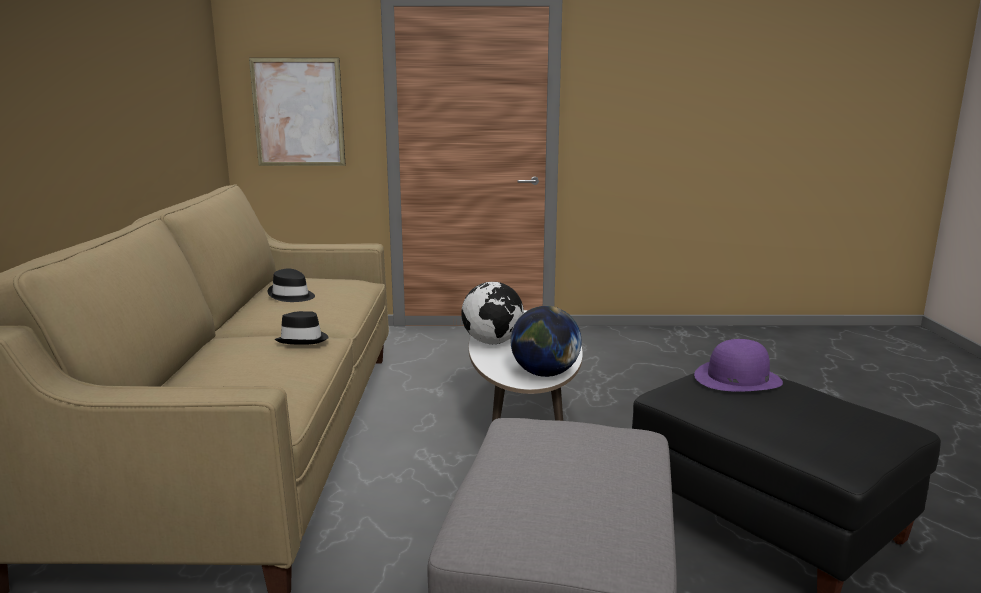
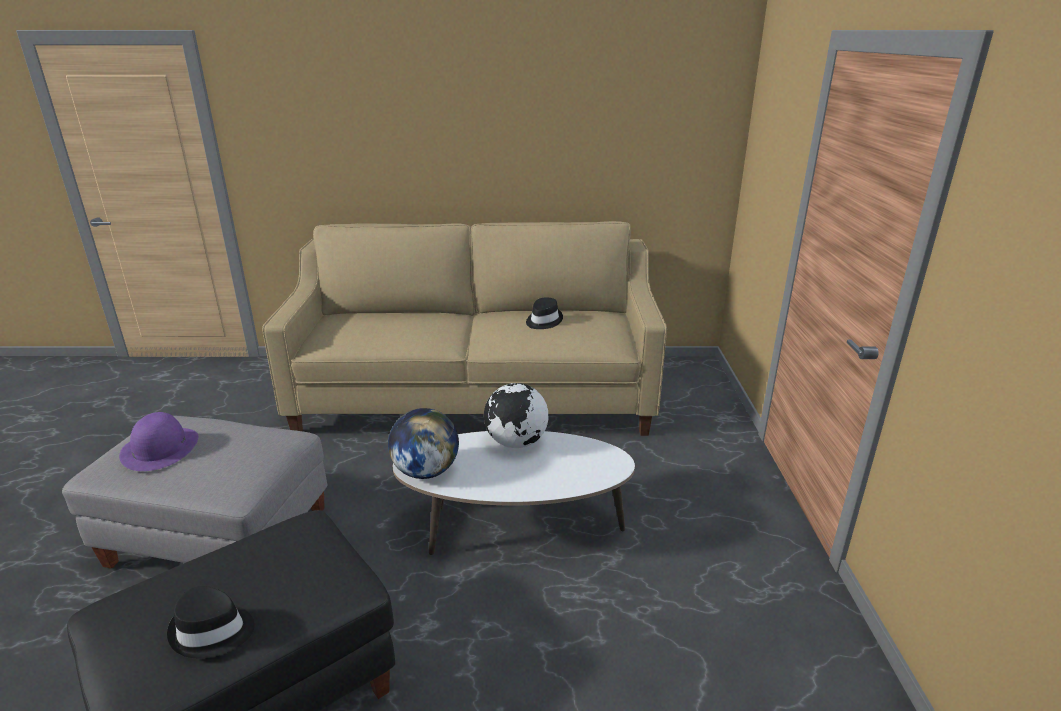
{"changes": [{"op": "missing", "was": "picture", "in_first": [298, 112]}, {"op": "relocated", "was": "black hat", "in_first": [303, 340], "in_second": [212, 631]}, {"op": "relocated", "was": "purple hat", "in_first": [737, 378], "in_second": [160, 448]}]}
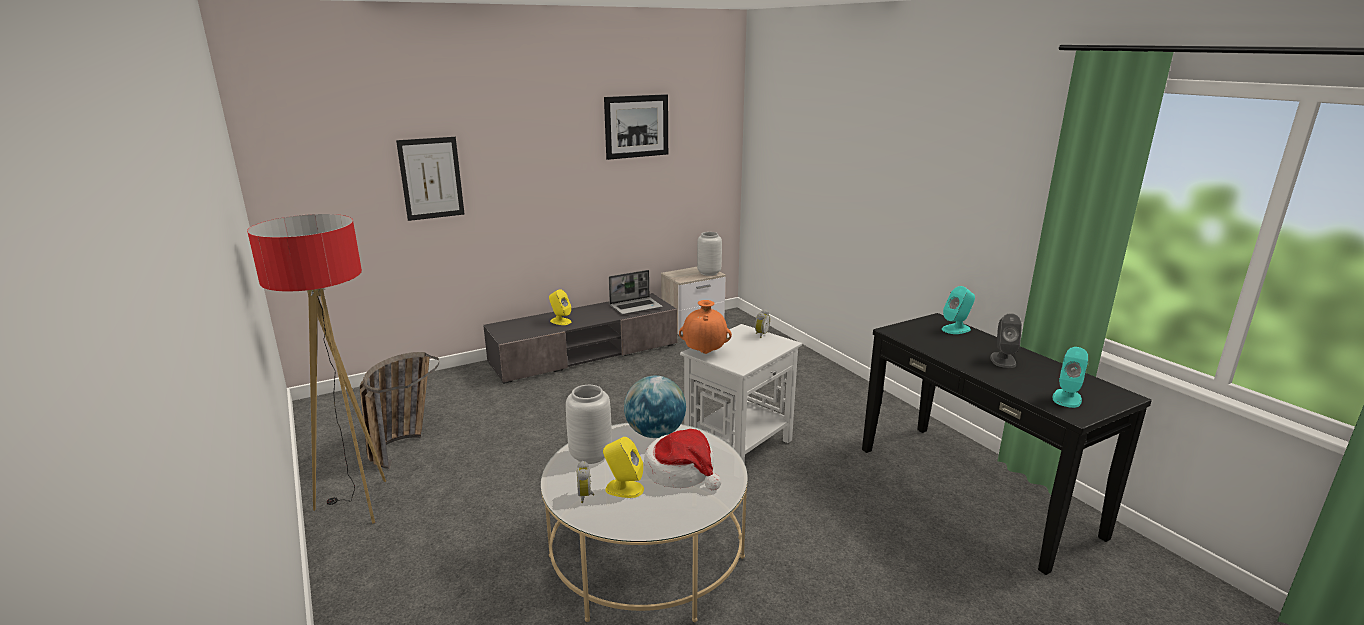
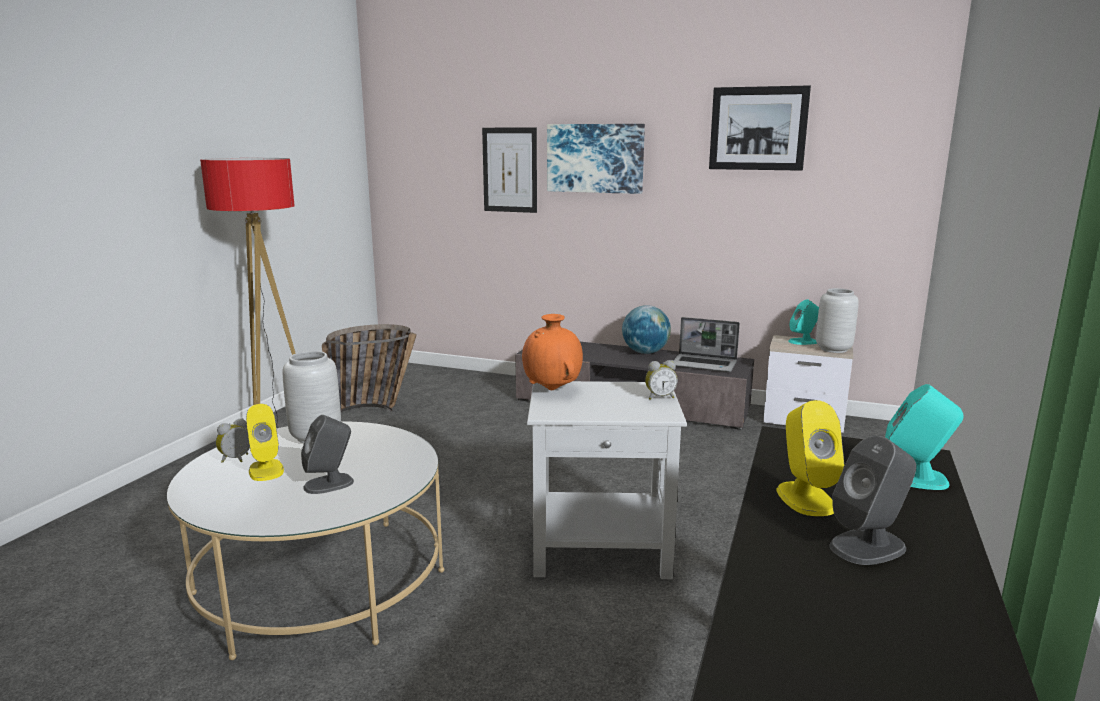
{"changes": [{"op": "relocated", "was": "yellow speaker", "in_first": [560, 321], "in_second": [805, 498]}, {"op": "relocated", "was": "turquoise speaker", "in_first": [1067, 398], "in_second": [803, 341]}, {"op": "relocated", "was": "globe", "in_first": [655, 433], "in_second": [645, 352]}, {"op": "exchanged", "was": "hat", "now": "grey speaker", "in_first": [681, 471], "in_second": [329, 484]}, {"op": "appeared", "now": "picture", "in_second": [595, 158]}]}
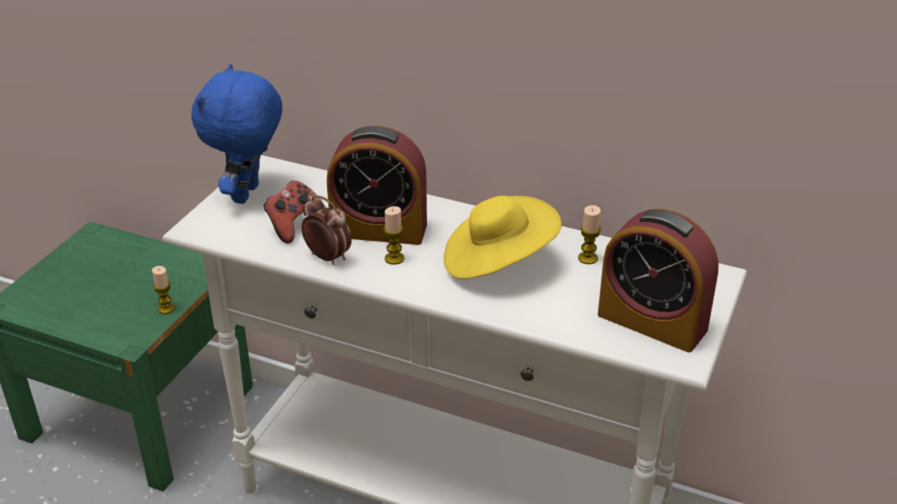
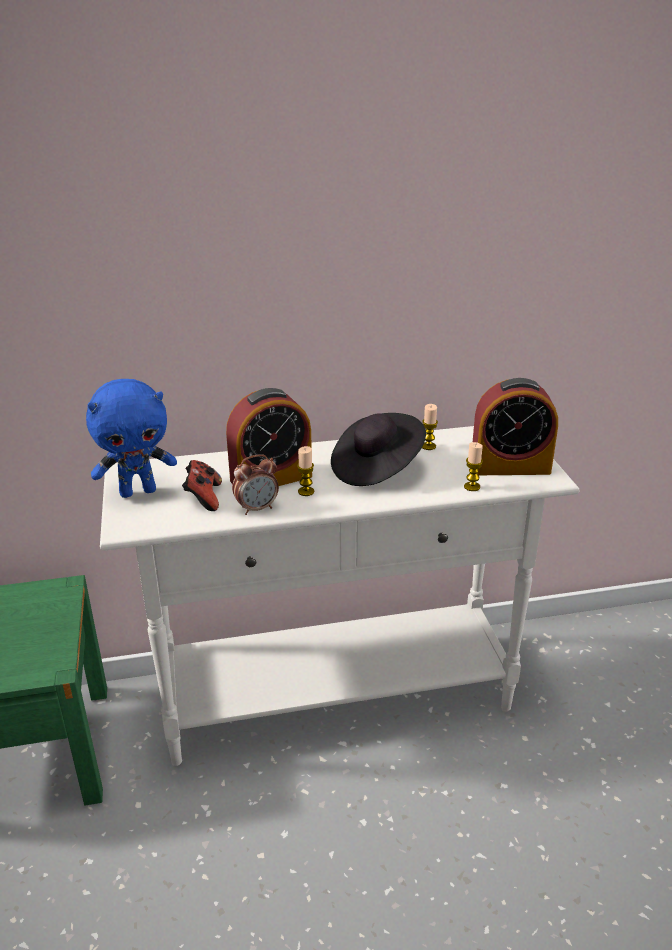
{"changes": [{"op": "spun", "was": "blue plush toy", "in_first": [248, 194], "in_second": [138, 491], "clockwise": -90}, {"op": "spun", "was": "alarm clock", "in_first": [327, 257], "in_second": [257, 508], "clockwise": 150}, {"op": "colour", "was": "yellow hat", "now": "black hat", "in_first": [497, 262], "in_second": [376, 468]}, {"op": "relocated", "was": "candle", "in_first": [166, 308], "in_second": [472, 487]}]}
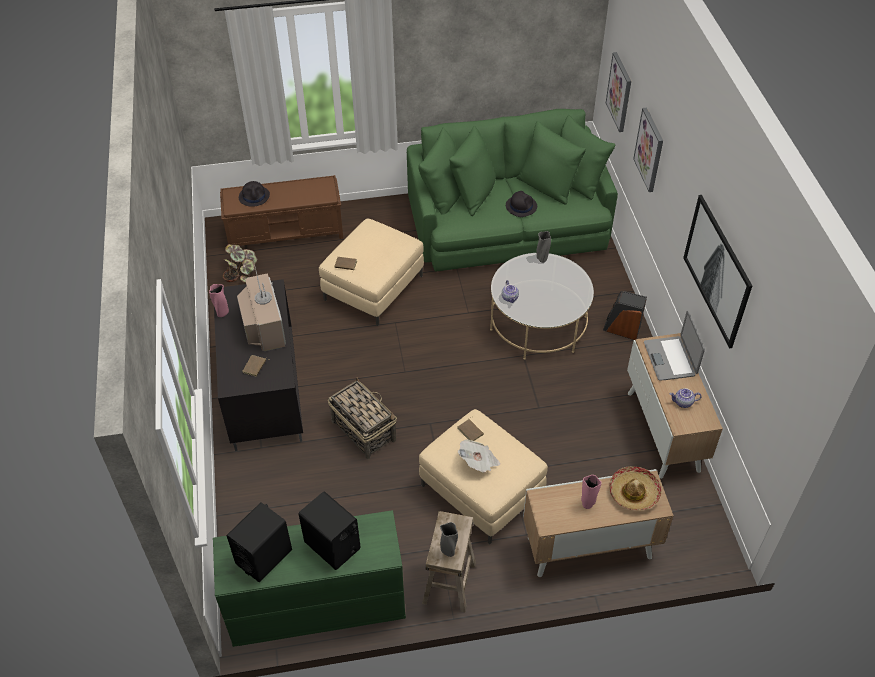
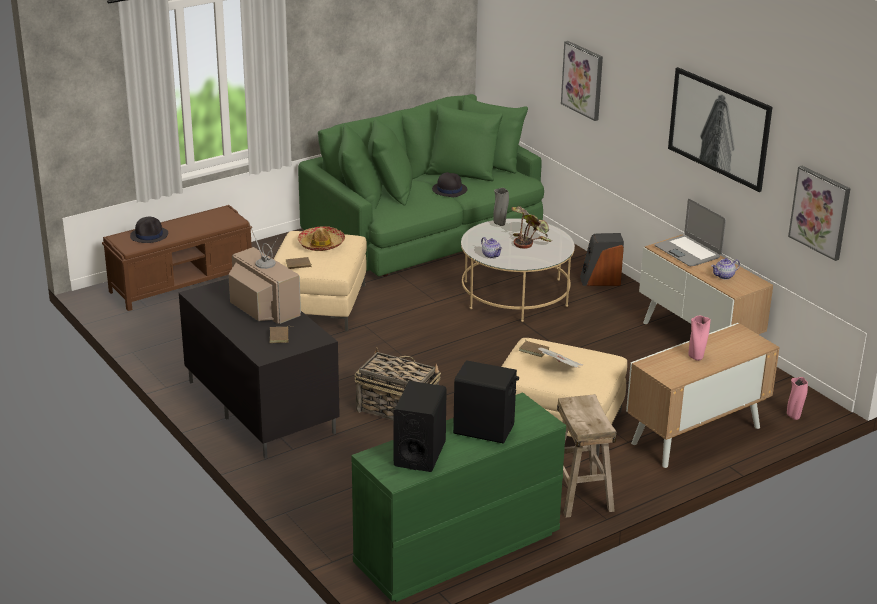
{"changes": [{"op": "relocated", "was": "picture", "in_first": [620, 92], "in_second": [820, 212]}, {"op": "relocated", "was": "potted plant", "in_first": [241, 272], "in_second": [530, 239]}, {"op": "relocated", "was": "pink vase", "in_first": [222, 313], "in_second": [794, 416]}, {"op": "relocated", "was": "hat", "in_first": [634, 492], "in_second": [321, 244]}, {"op": "missing", "was": "grey vase", "in_first": [448, 551]}]}
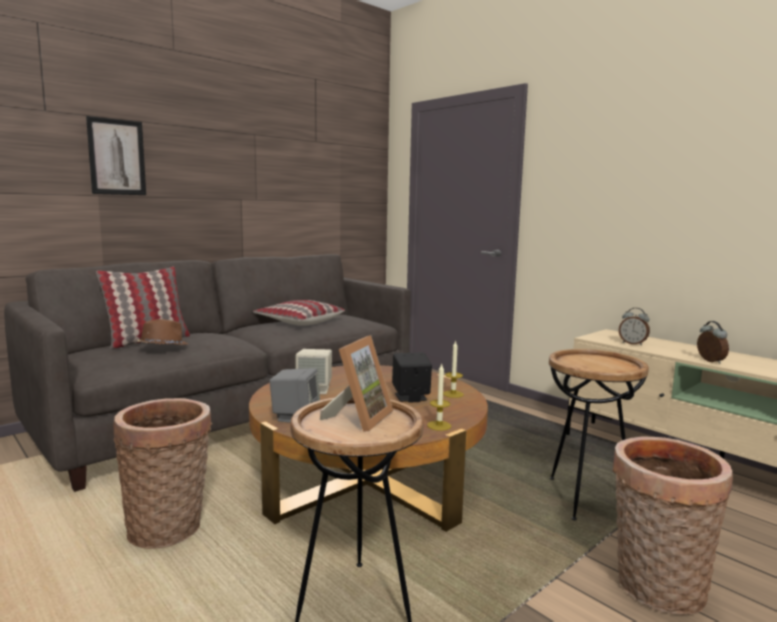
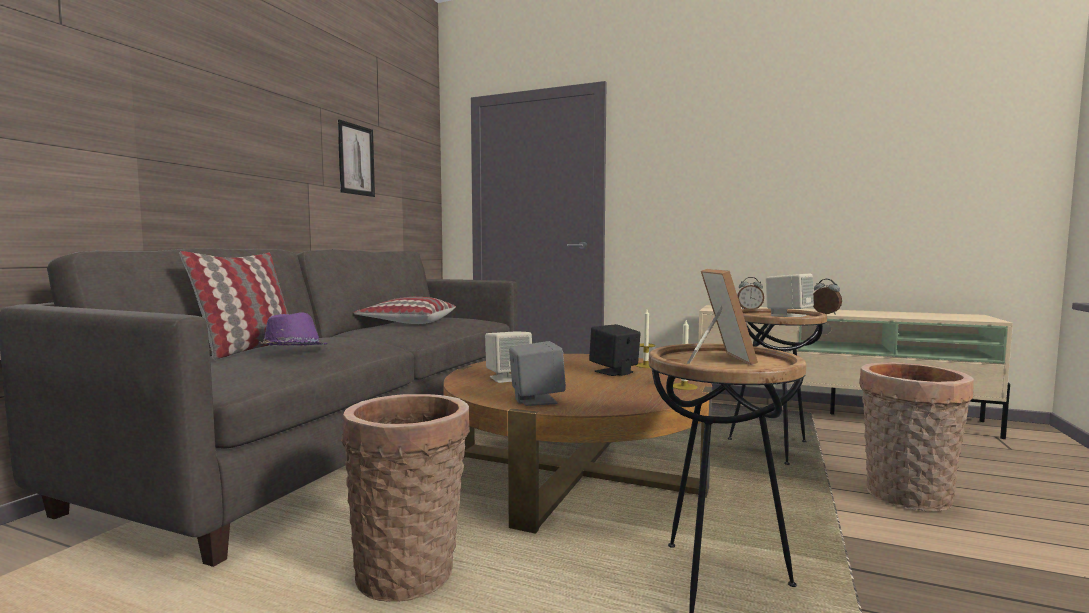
{"changes": [{"op": "relocated", "was": "picture", "in_first": [117, 157], "in_second": [356, 160]}, {"op": "colour", "was": "brown hat", "now": "purple hat", "in_first": [162, 347], "in_second": [292, 350]}, {"op": "appeared", "now": "beige speaker", "in_second": [788, 315]}]}
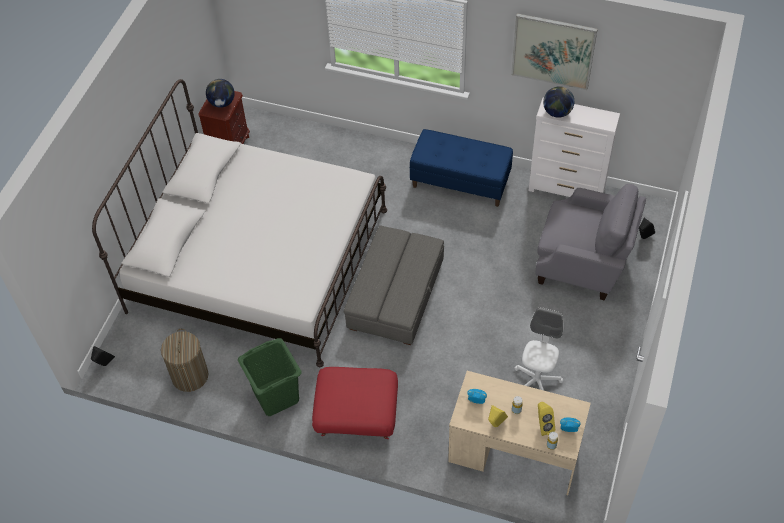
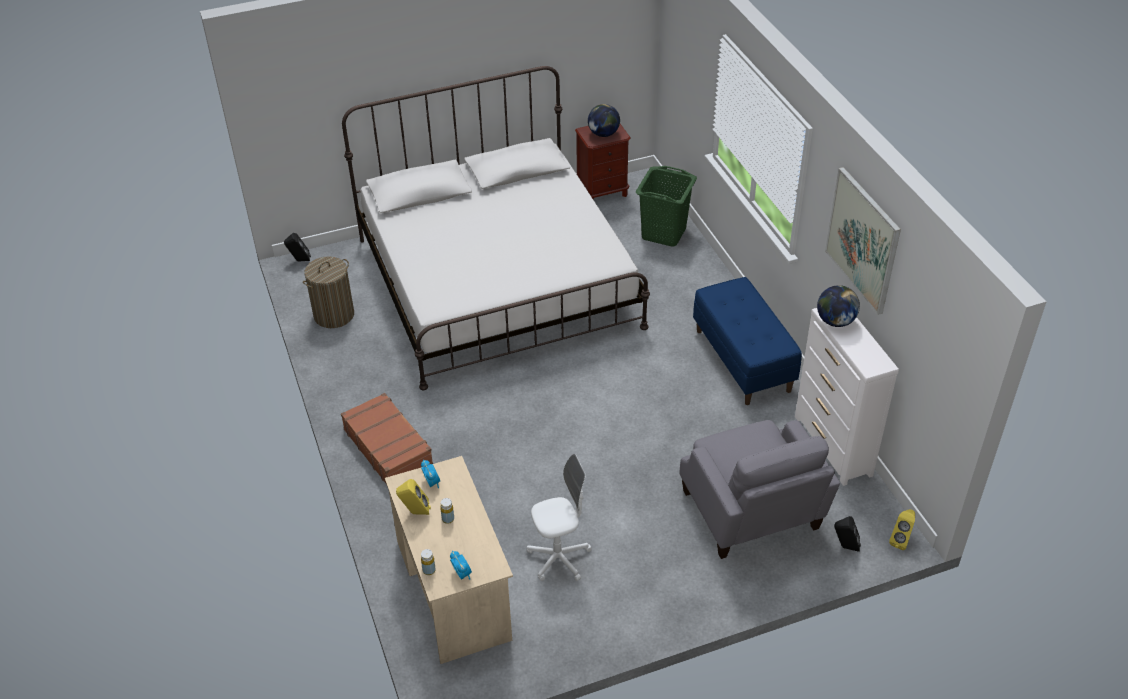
{"changes": [{"op": "missing", "was": "grey ottoman", "in_first": [395, 294]}, {"op": "relocated", "was": "green laundry basket", "in_first": [276, 395], "in_second": [664, 233]}, {"op": "exchanged", "was": "red ottoman", "now": "brown suitcase", "in_first": [356, 417], "in_second": [388, 447]}, {"op": "relocated", "was": "yellow speaker", "in_first": [543, 426], "in_second": [901, 540]}]}
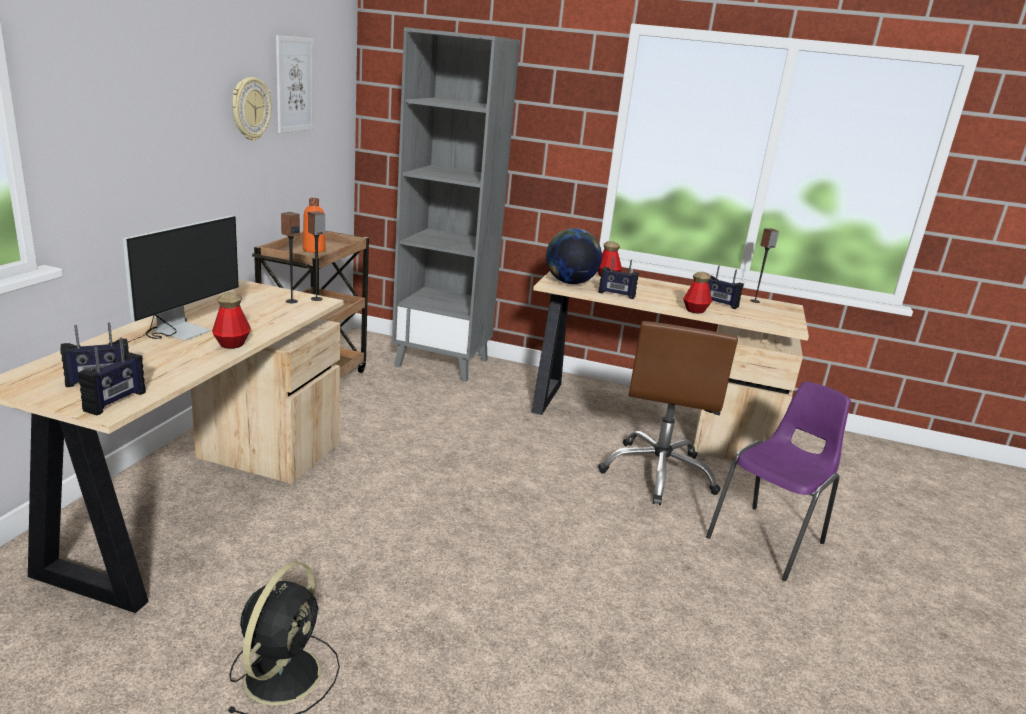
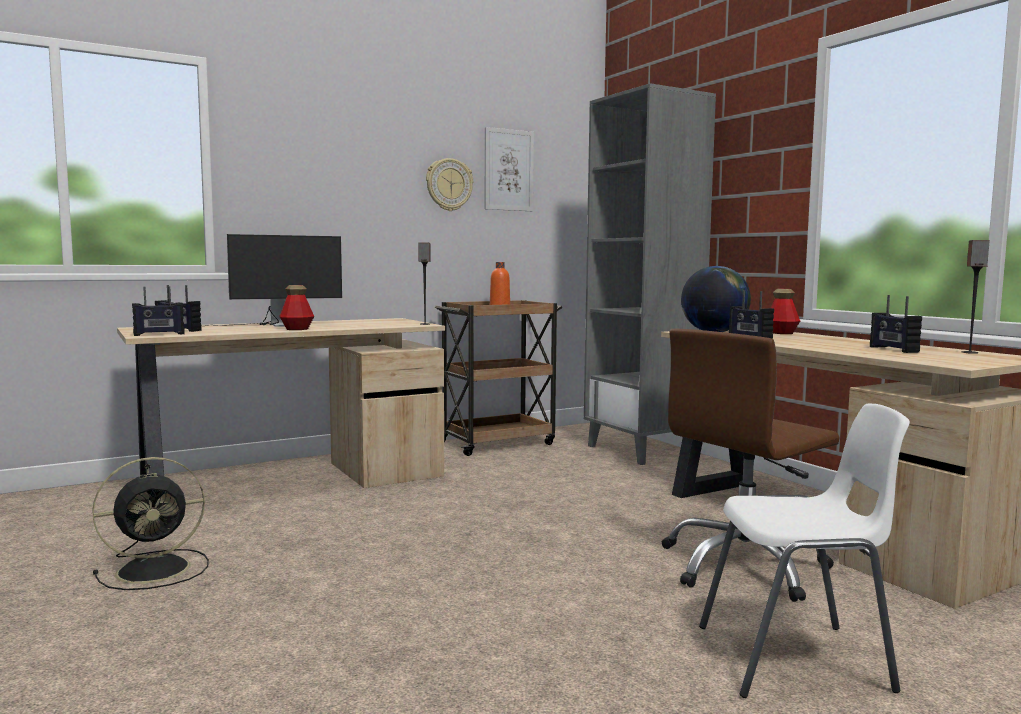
{"changes": [{"op": "missing", "was": "speaker", "in_first": [291, 301]}, {"op": "missing", "was": "bottle", "in_first": [695, 310]}, {"op": "colour", "was": "purple chair", "now": "white chair", "in_first": [768, 540], "in_second": [798, 659]}]}
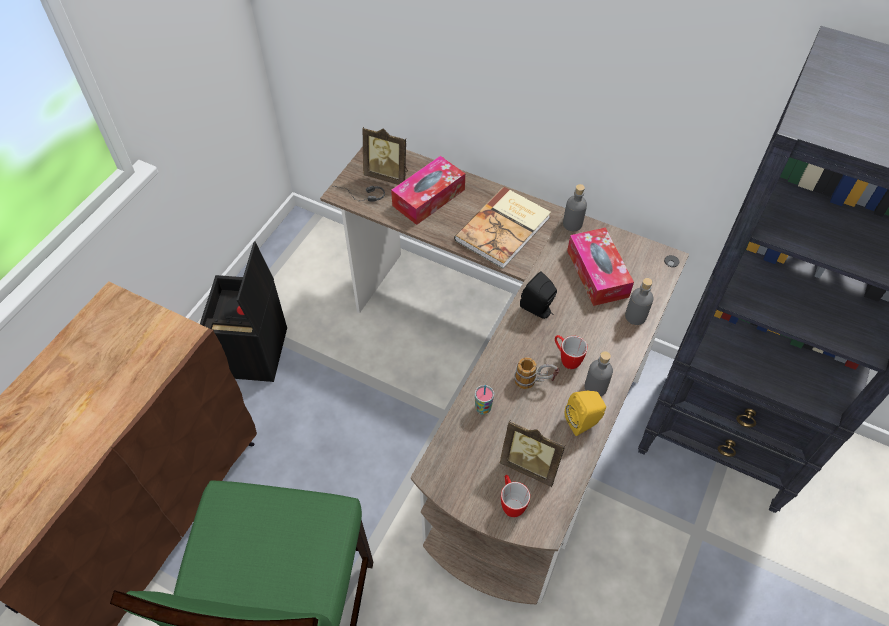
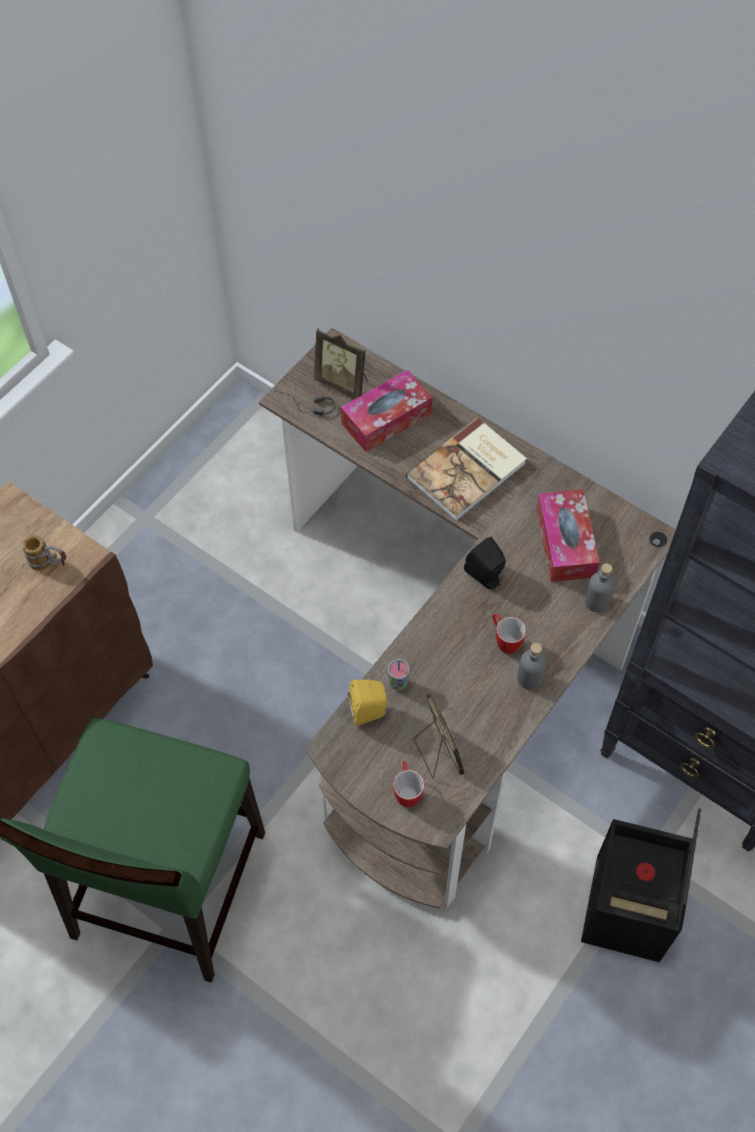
{"changes": [{"op": "missing", "was": "grey bottle", "in_first": [572, 224]}, {"op": "relocated", "was": "black storage box", "in_first": [254, 353], "in_second": [629, 911]}, {"op": "relocated", "was": "mug", "in_first": [534, 381], "in_second": [50, 564]}, {"op": "relocated", "was": "yellow speaker", "in_first": [584, 422], "in_second": [370, 712]}, {"op": "spun", "was": "picture frame", "in_first": [530, 464], "in_second": [437, 754], "clockwise": -150}]}
